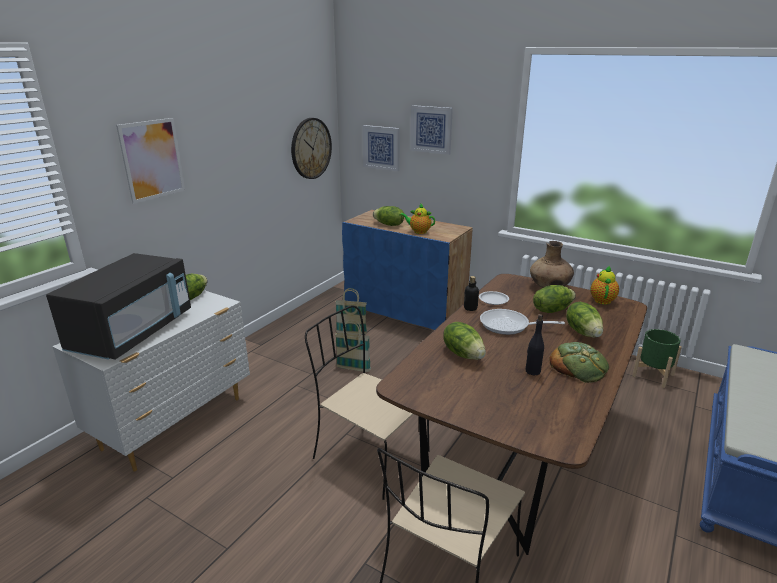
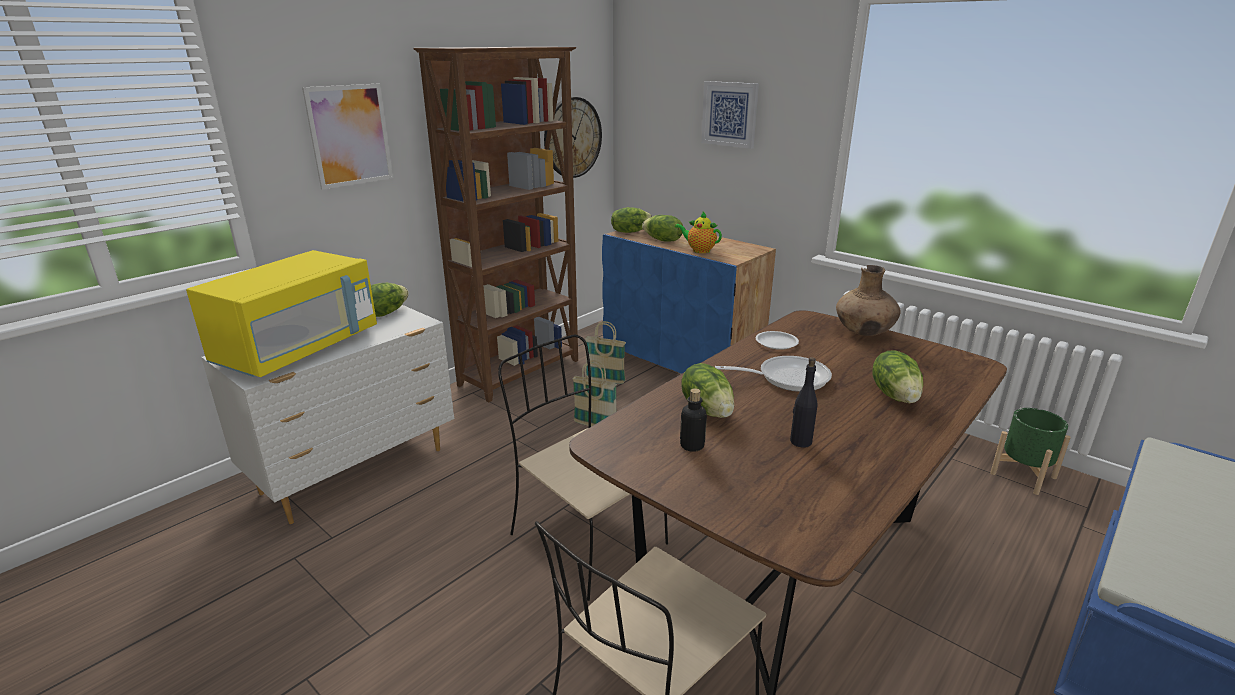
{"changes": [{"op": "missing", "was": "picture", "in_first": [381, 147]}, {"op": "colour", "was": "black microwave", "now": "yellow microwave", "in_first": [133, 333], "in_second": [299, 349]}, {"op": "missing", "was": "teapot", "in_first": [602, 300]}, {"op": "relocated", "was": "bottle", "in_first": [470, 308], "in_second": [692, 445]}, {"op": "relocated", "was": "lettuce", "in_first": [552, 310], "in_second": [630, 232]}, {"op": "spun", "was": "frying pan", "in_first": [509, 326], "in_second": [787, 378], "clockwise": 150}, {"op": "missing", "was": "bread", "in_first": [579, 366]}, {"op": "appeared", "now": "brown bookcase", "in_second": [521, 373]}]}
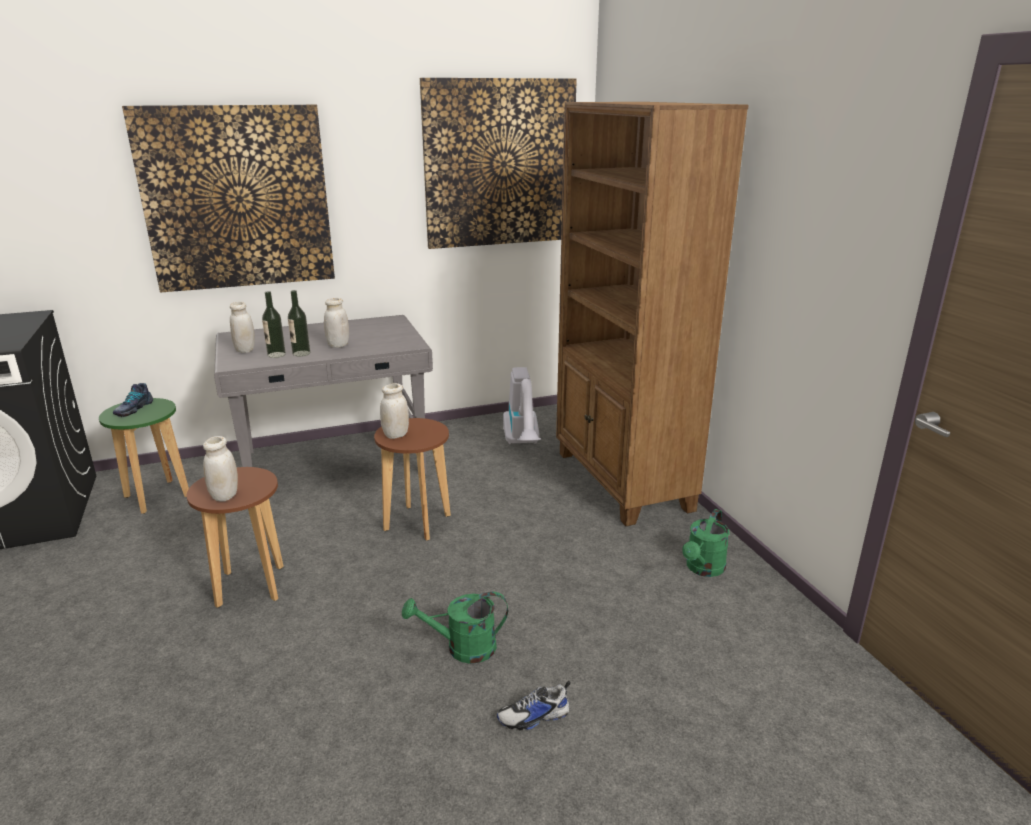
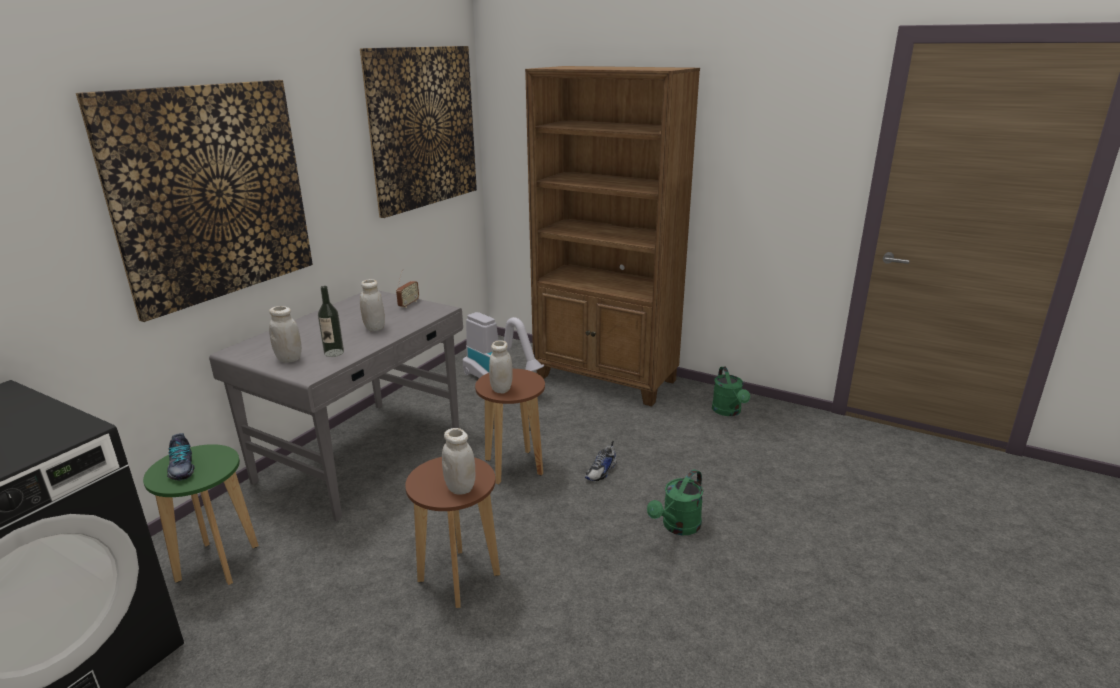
{"changes": [{"op": "missing", "was": "bottle", "in_first": [301, 353]}, {"op": "relocated", "was": "shoe", "in_first": [534, 717], "in_second": [601, 471]}, {"op": "appeared", "now": "radio", "in_second": [408, 304]}]}
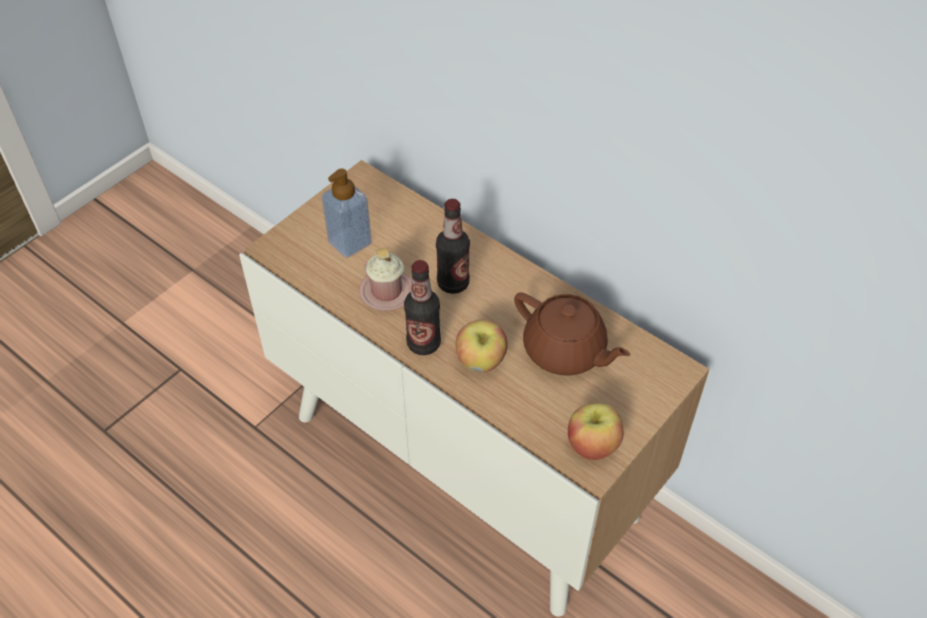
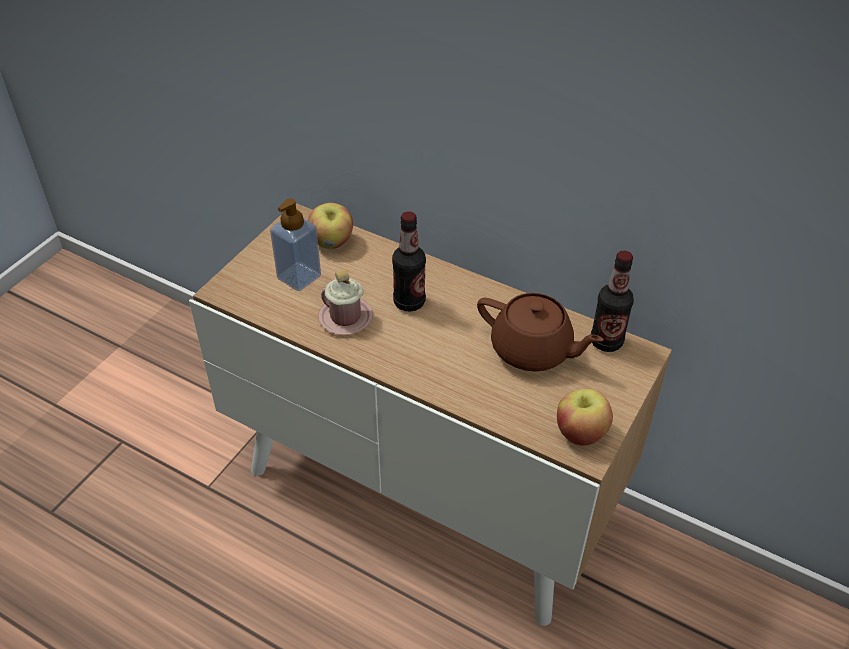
{"changes": [{"op": "relocated", "was": "bottle", "in_first": [423, 344], "in_second": [606, 342]}, {"op": "relocated", "was": "apple", "in_first": [481, 361], "in_second": [332, 242]}]}
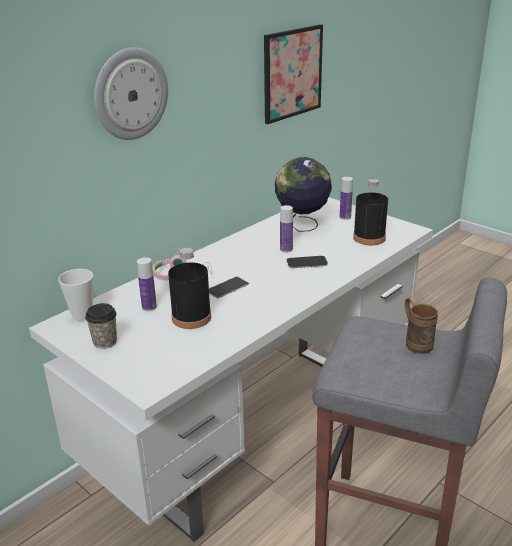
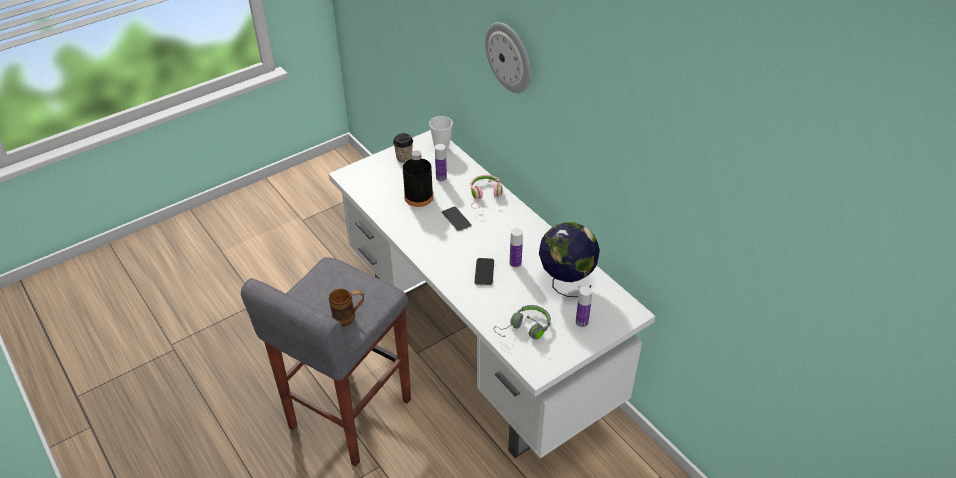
{"changes": [{"op": "missing", "was": "picture", "in_first": [292, 73]}, {"op": "exchanged", "was": "black bottle", "now": "grey headphones", "in_first": [369, 238], "in_second": [525, 329]}]}
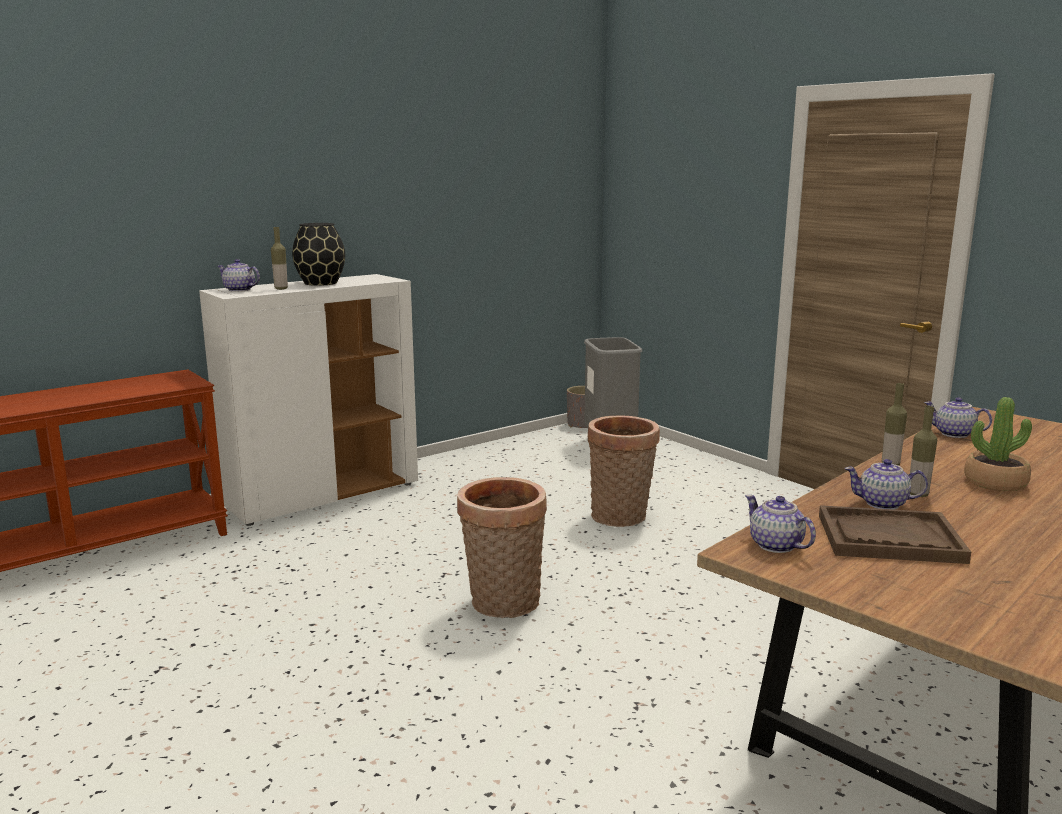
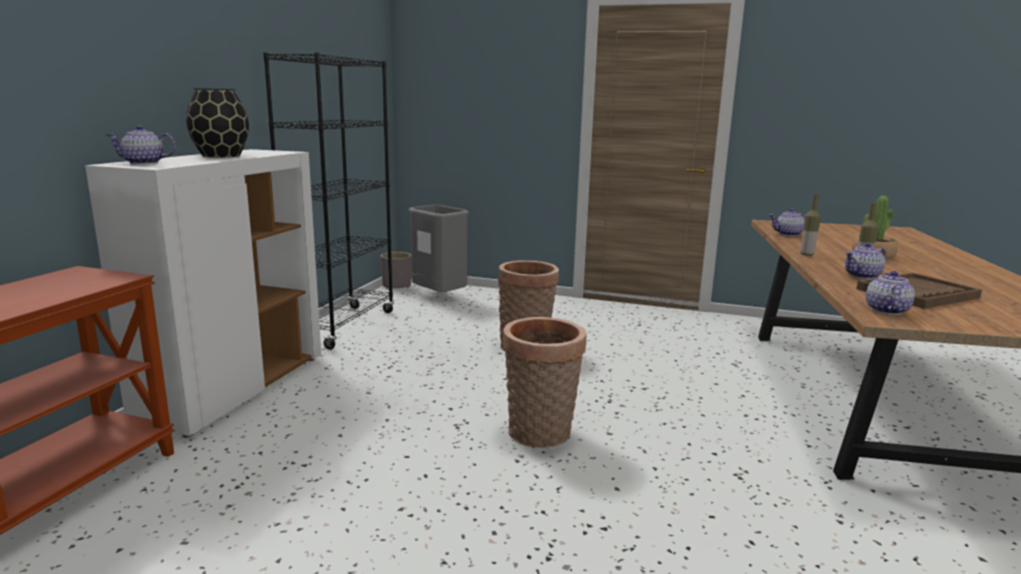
{"changes": [{"op": "missing", "was": "bottle", "in_first": [281, 289]}, {"op": "spun", "was": "teapot", "in_first": [776, 545], "in_second": [886, 310], "clockwise": 90}, {"op": "appeared", "now": "black bookcase", "in_second": [343, 327]}]}
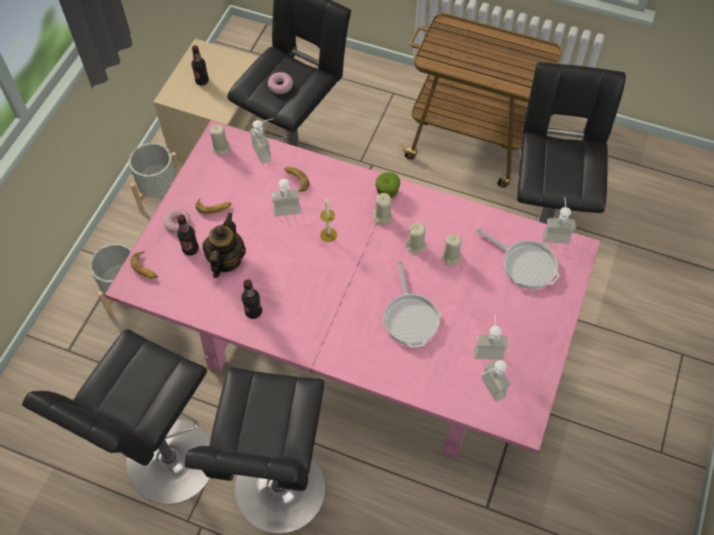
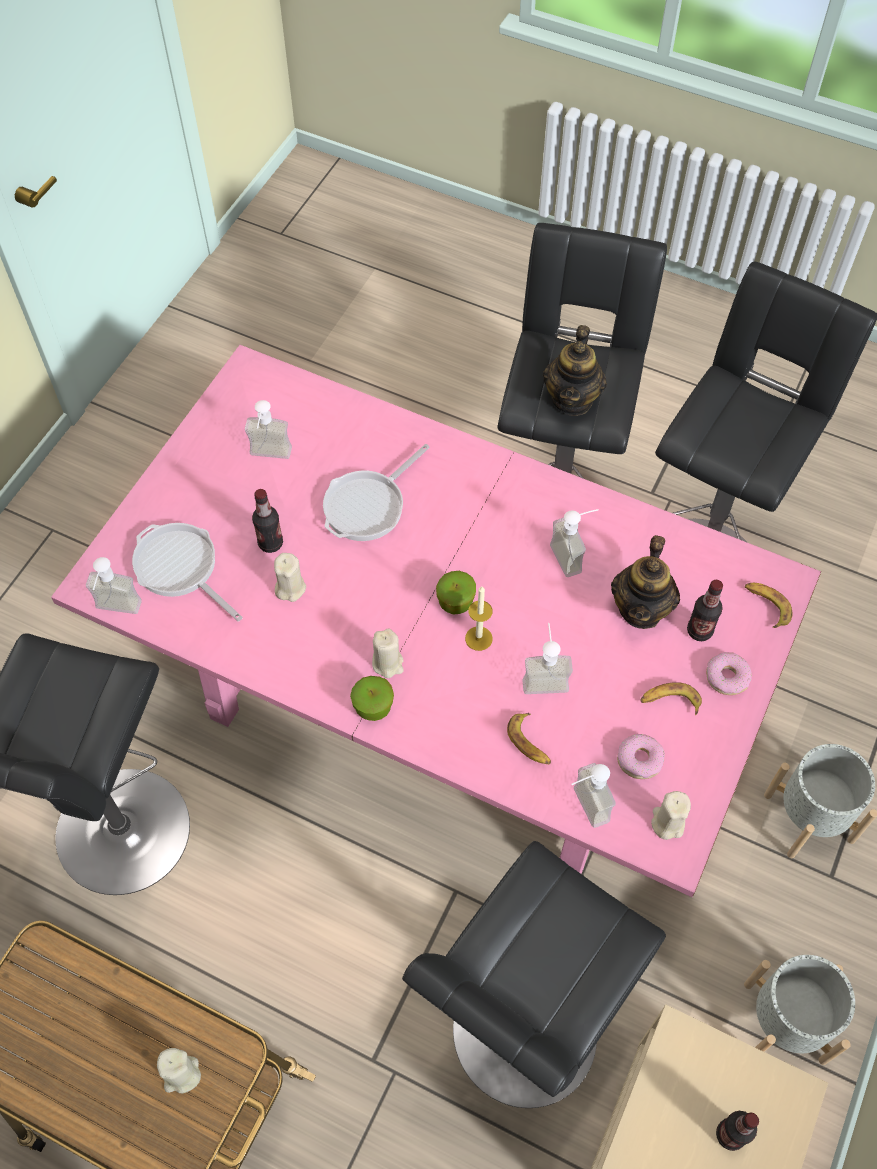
{"changes": [{"op": "relocated", "was": "donut", "in_first": [280, 86], "in_second": [639, 760]}, {"op": "relocated", "was": "beige candle", "in_first": [416, 245], "in_second": [181, 1074]}, {"op": "spun", "was": "frying pan", "in_first": [410, 317], "in_second": [368, 505], "clockwise": -135}, {"op": "relocated", "was": "bottle", "in_first": [253, 312], "in_second": [270, 543]}, {"op": "relocated", "was": "soap dispenser", "in_first": [487, 390], "in_second": [573, 556]}, {"op": "appeared", "now": "teapot", "in_second": [572, 399]}, {"op": "appeared", "now": "apple", "in_second": [456, 602]}]}
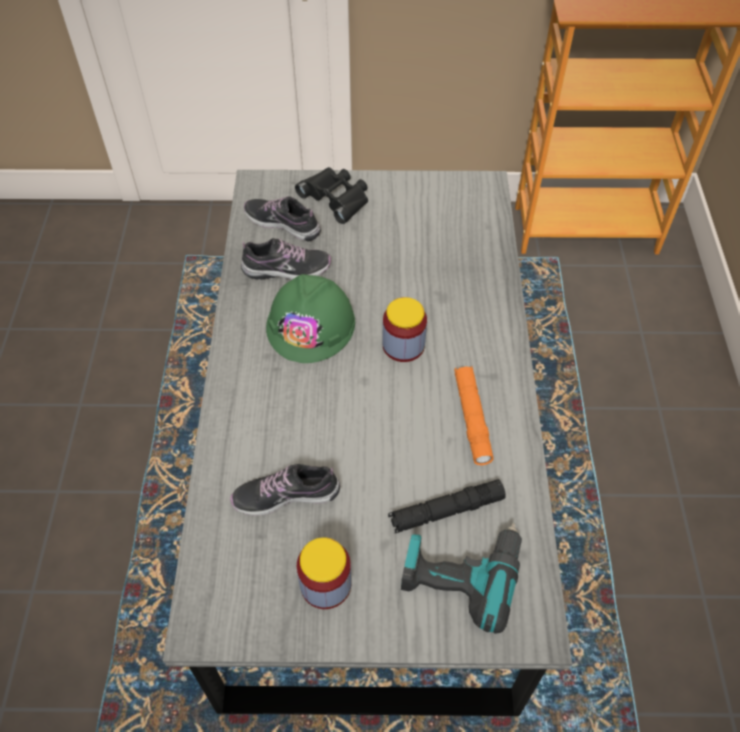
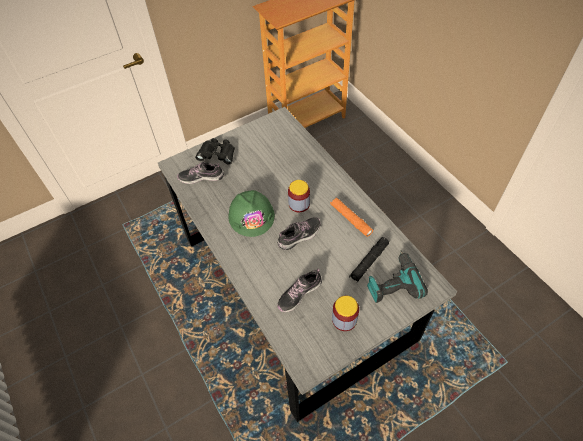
{"changes": [{"op": "relocated", "was": "shoe", "in_first": [286, 269], "in_second": [299, 236]}]}
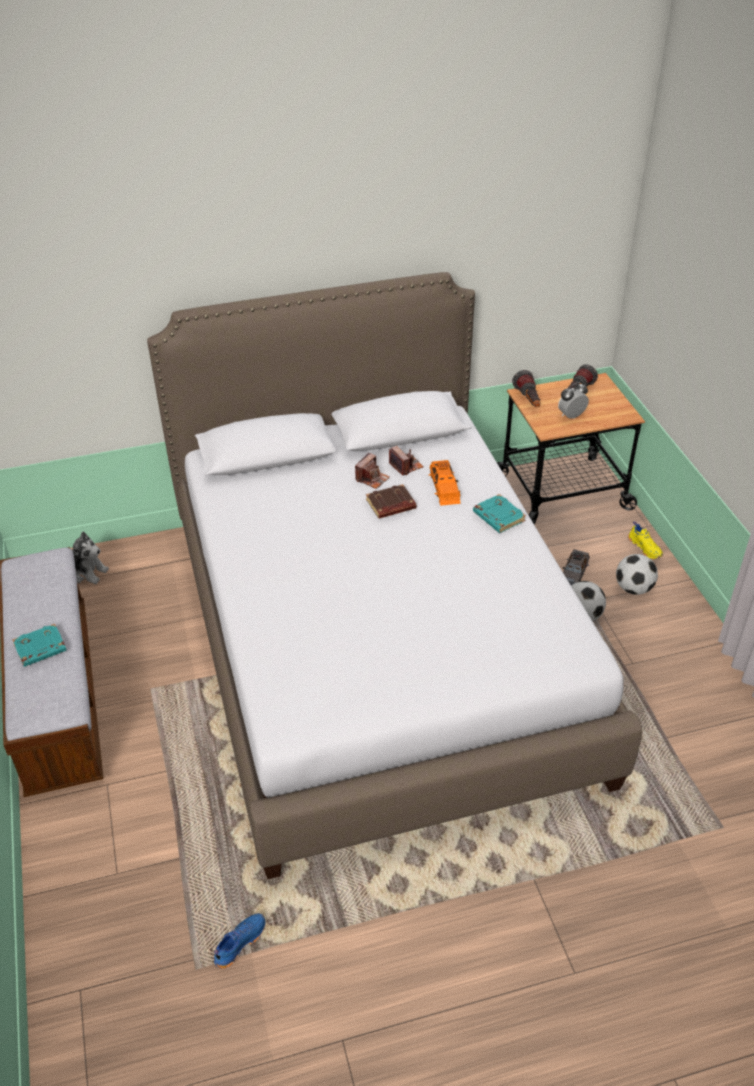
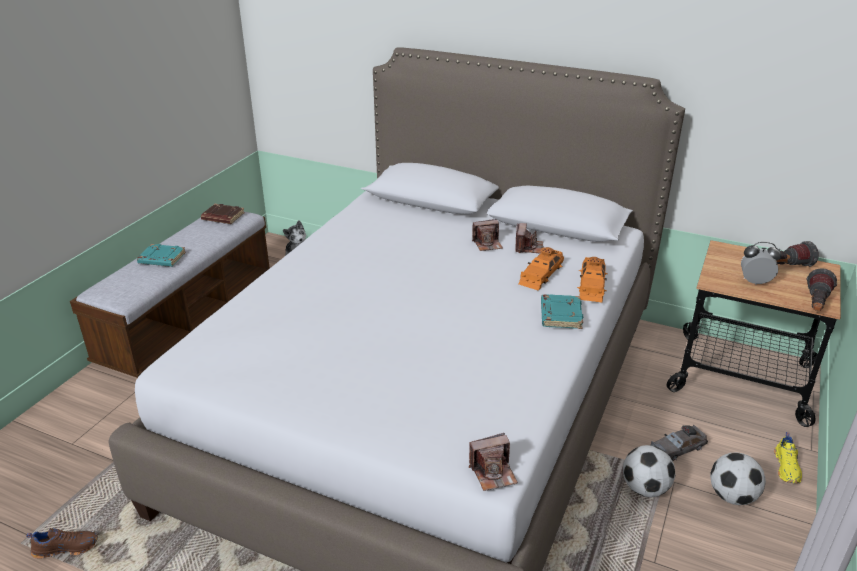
{"changes": [{"op": "relocated", "was": "flashlight", "in_first": [528, 400], "in_second": [815, 305]}, {"op": "relocated", "was": "brown book", "in_first": [390, 505], "in_second": [222, 217]}, {"op": "colour", "was": "blue shoe", "now": "brown shoe", "in_first": [239, 942], "in_second": [66, 547]}, {"op": "appeared", "now": "orange toy car", "in_second": [591, 285]}, {"op": "appeared", "now": "photo camera", "in_second": [493, 473]}]}
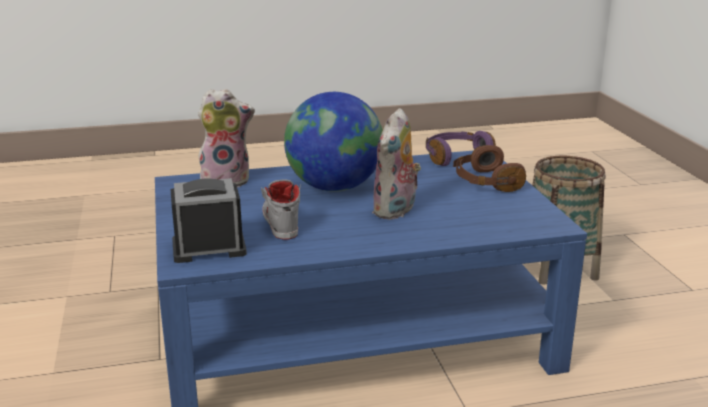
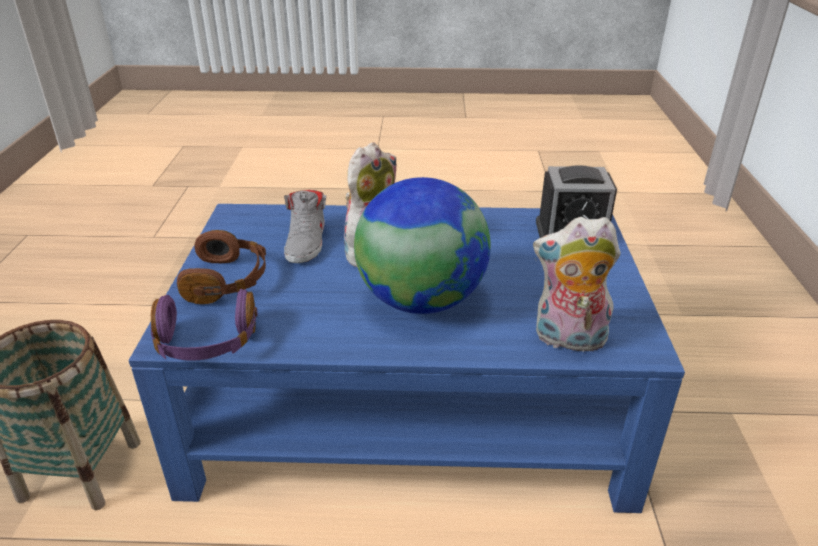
{"changes": [{"op": "relocated", "was": "grey shoe", "in_first": [280, 221], "in_second": [307, 242]}]}
